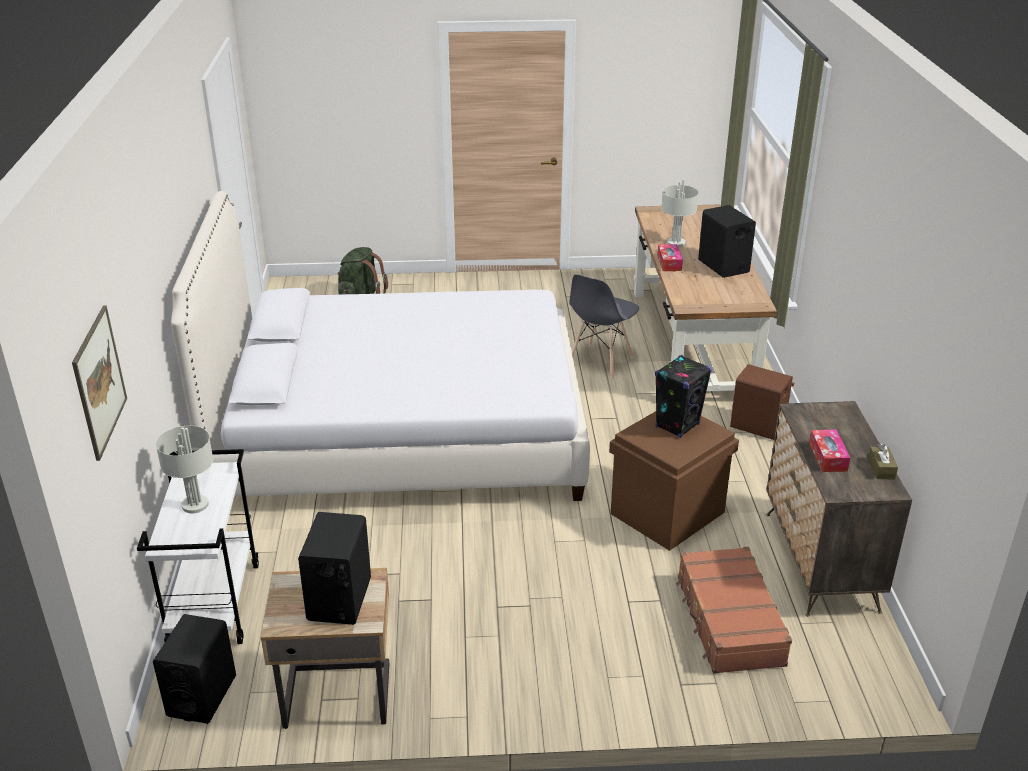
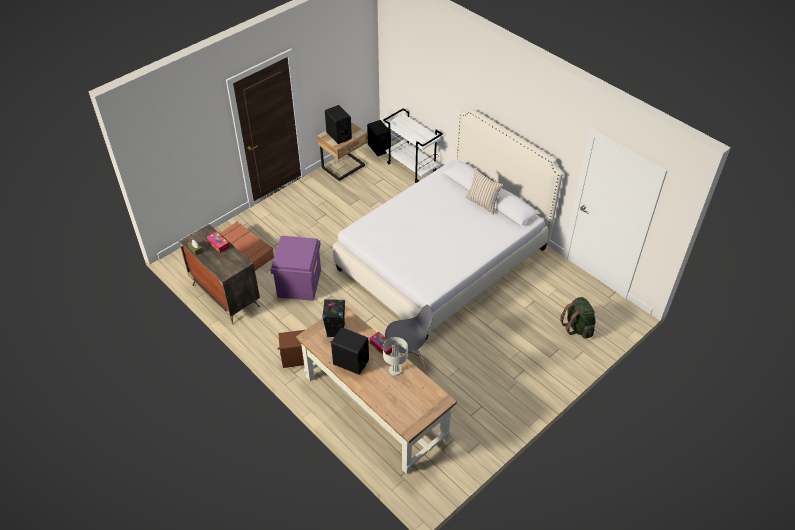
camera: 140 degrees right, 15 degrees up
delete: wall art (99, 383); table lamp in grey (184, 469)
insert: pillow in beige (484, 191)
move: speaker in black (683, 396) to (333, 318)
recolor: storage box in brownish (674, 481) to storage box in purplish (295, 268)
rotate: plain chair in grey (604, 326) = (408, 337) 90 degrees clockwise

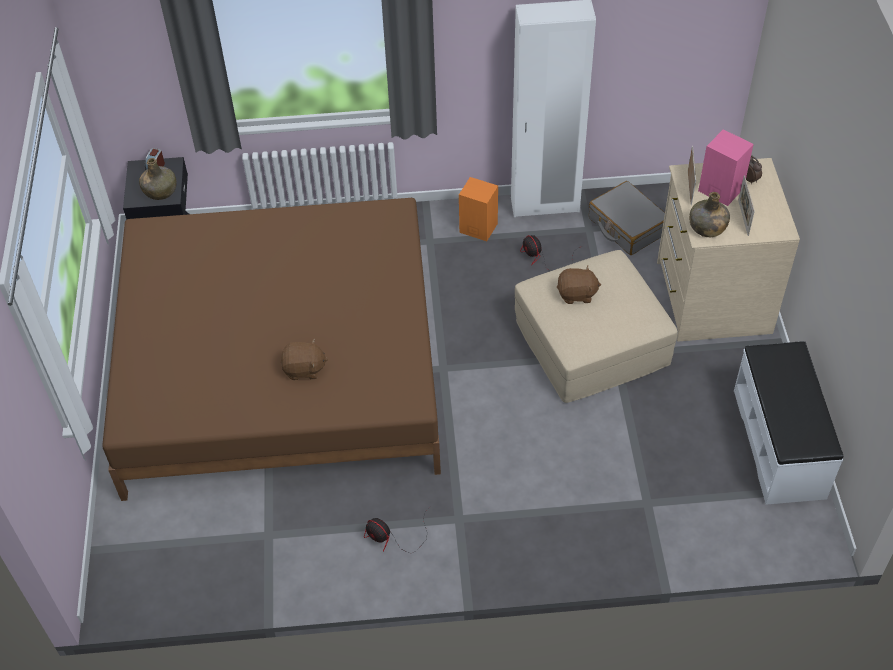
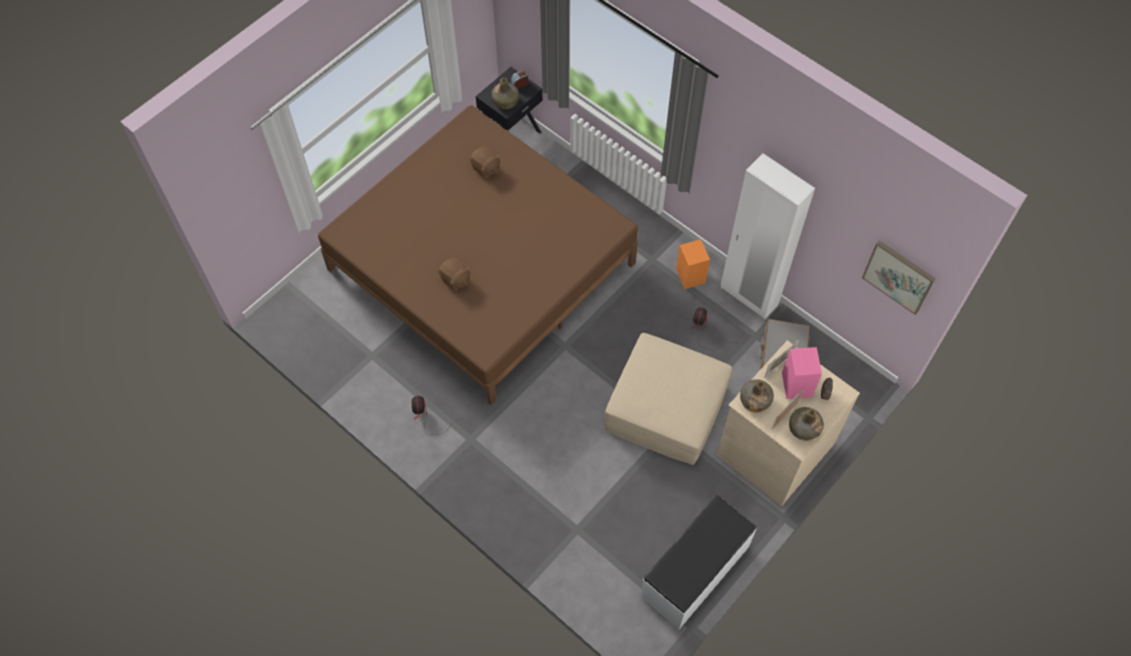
camera: 45 degrees right, 10 degrees up
insert: beverage bottle in greenish (806, 424); wall art (899, 278)
move: cuddly toy in brownish (579, 285) to (485, 163)

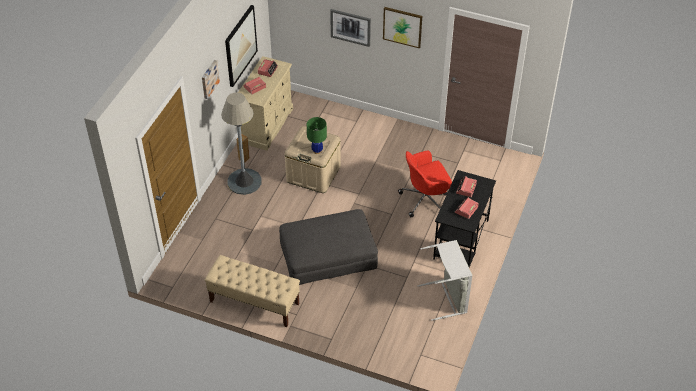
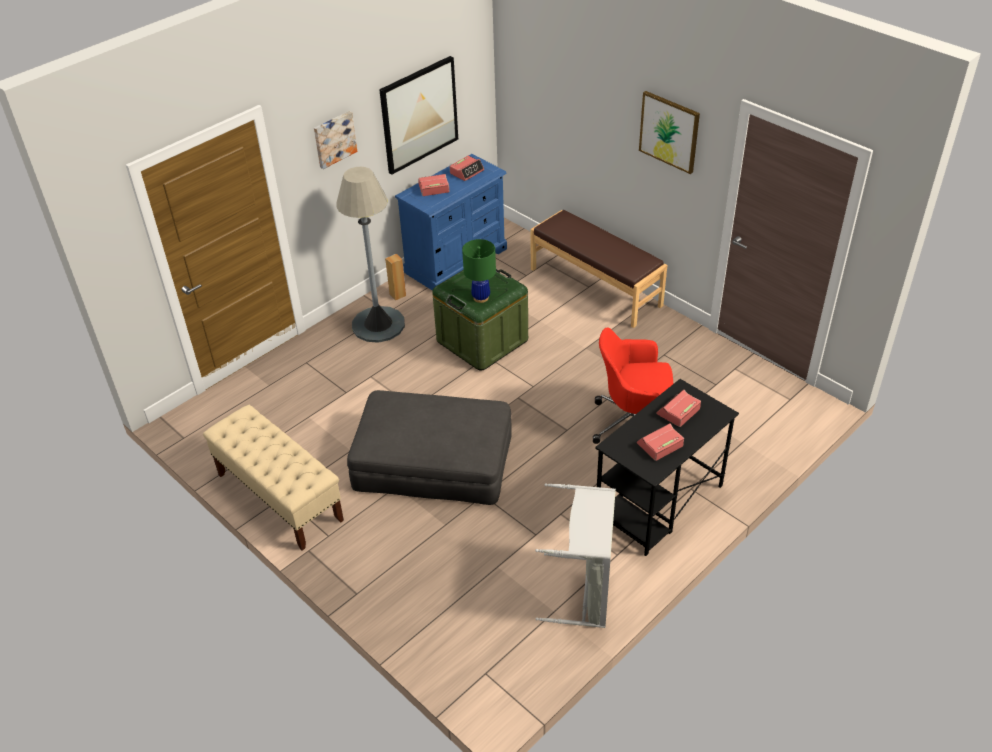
camera: 25 degrees right, 5 degrees down
delete: wall art (350, 28)
insert: bench in brownish (598, 269)
recolor: chest of drawers in beige (265, 103) to chest of drawers in blue (451, 222); storage box in beige (313, 159) to storage box in greenish (480, 319)

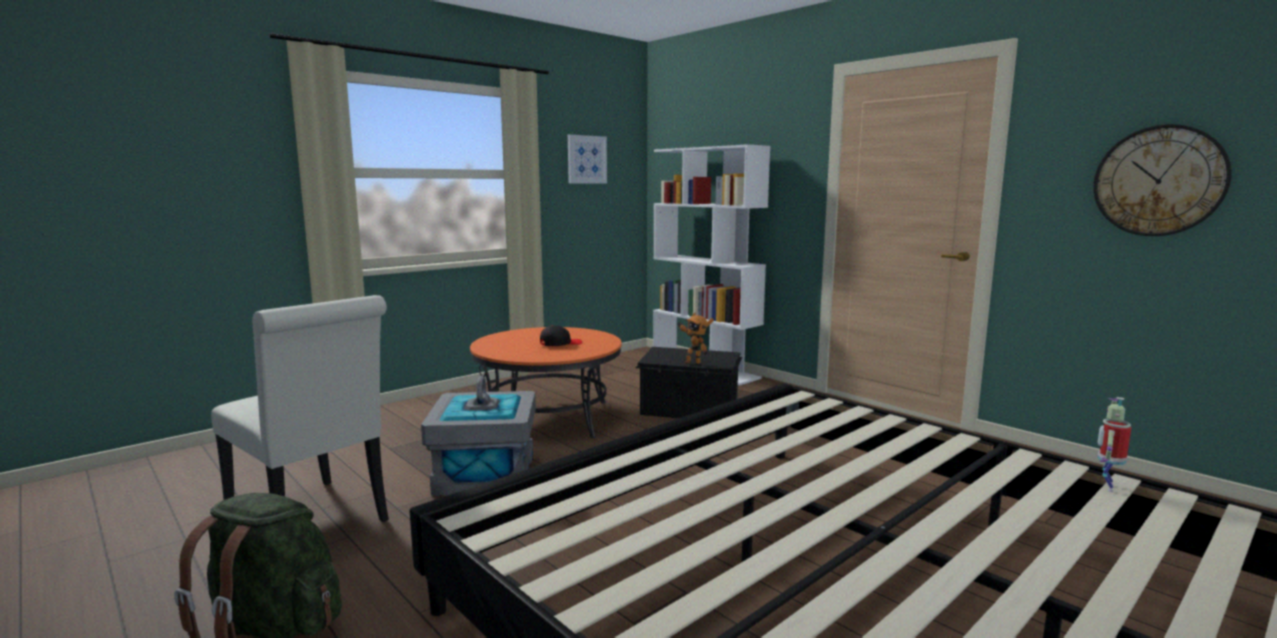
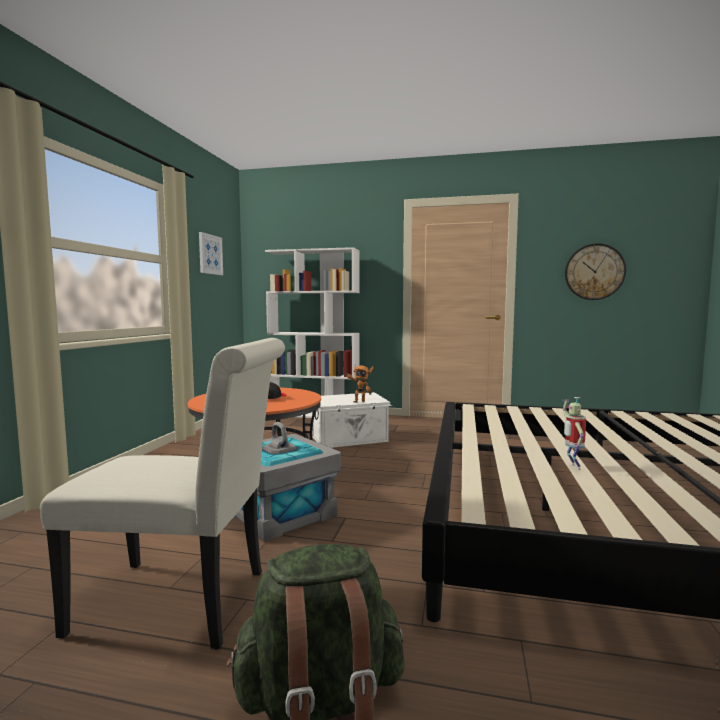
camera: 35 degrees left, 5 degrees down
move: toy robot (1114, 444) to (574, 433)
recolor: storage box in black (688, 382) to storage box in whitish (352, 420)

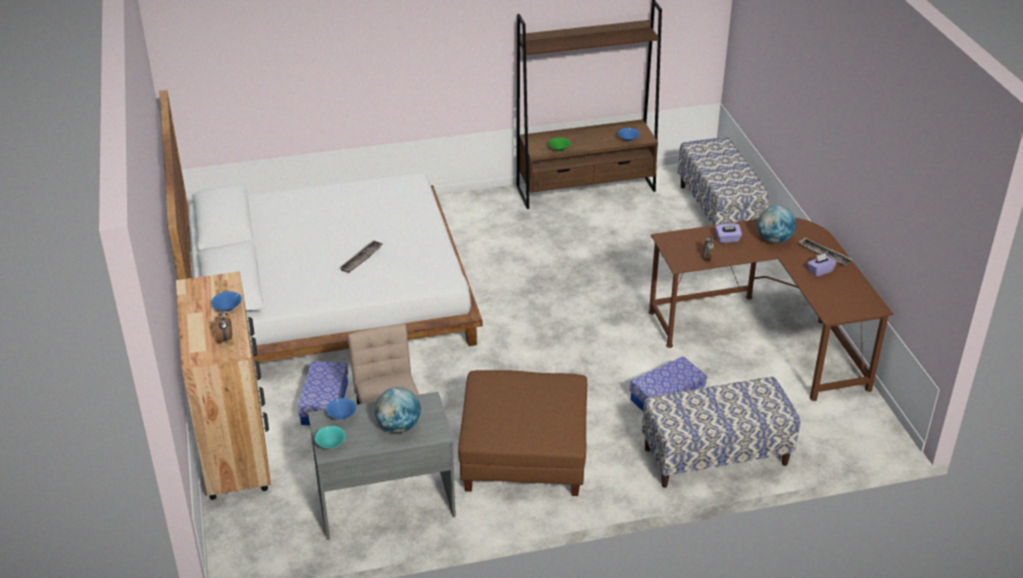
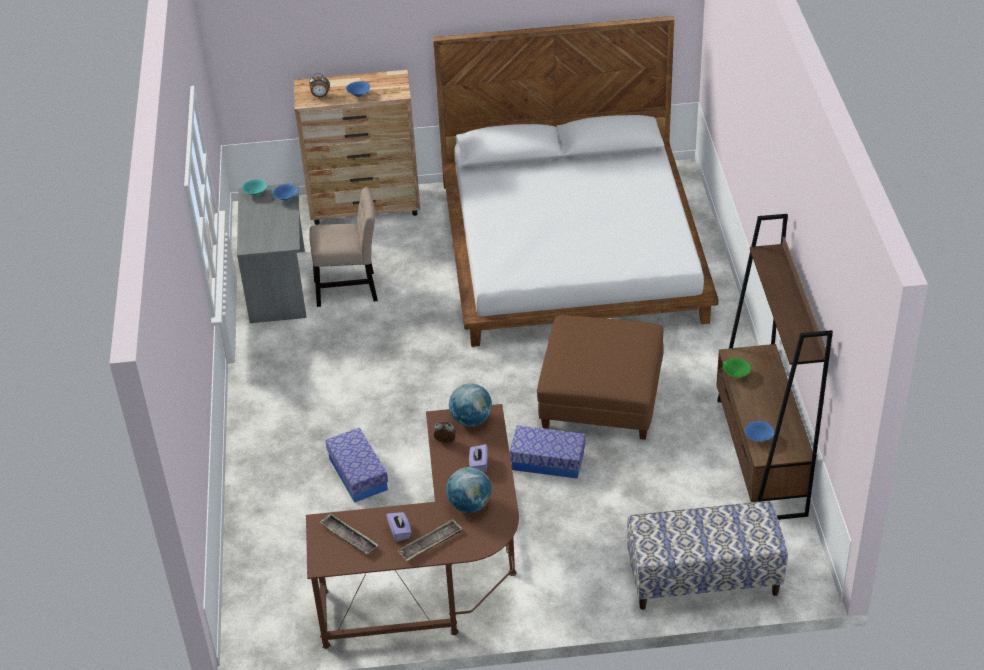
camera: 100 degrees right, 5 degrees up
delete: bench (721, 432)
move: storage box (323, 393) to (547, 452); tray (361, 256) to (348, 533); desk globe (398, 410) to (470, 405); pouffe in brownish (522, 433) to (600, 377)

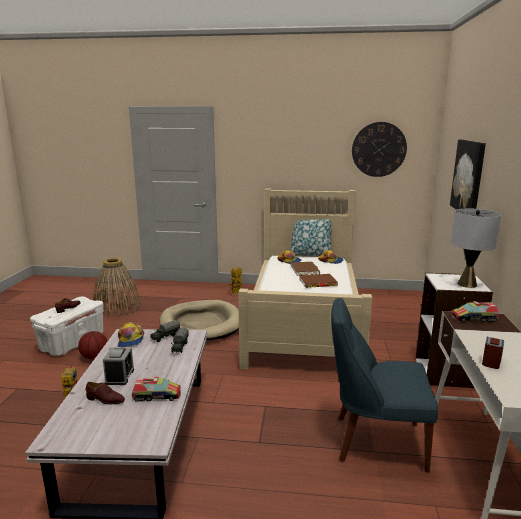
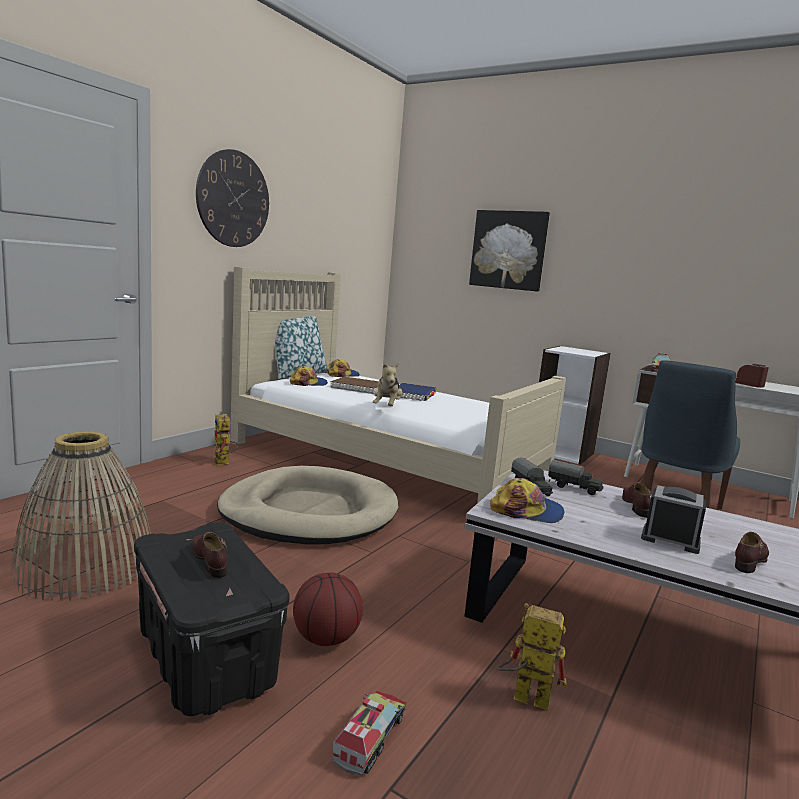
camera: 65 degrees left, 5 degrees down
delete: table lamp in grey (476, 248)
insert: cuddly toy (387, 384); low shoe in brownish (637, 500)
move: toy lorry (156, 389) to (369, 733); wall clock (379, 149) to (232, 198)
recolor: storage box in whitish (67, 326) to storage box in black (212, 619); book in brownish (318, 281) to book in blue (418, 392)

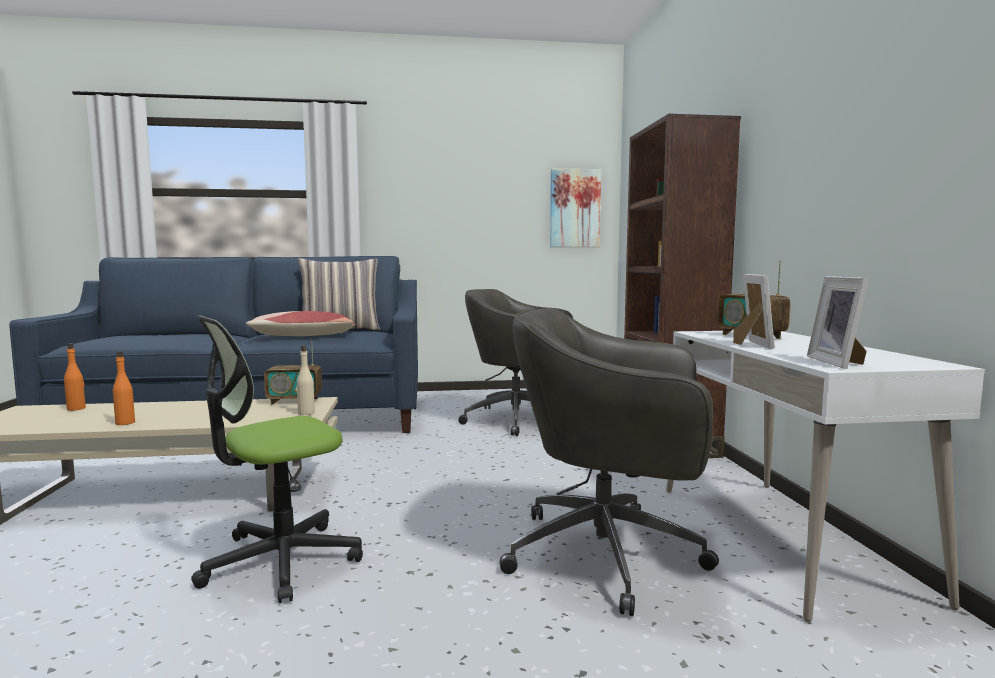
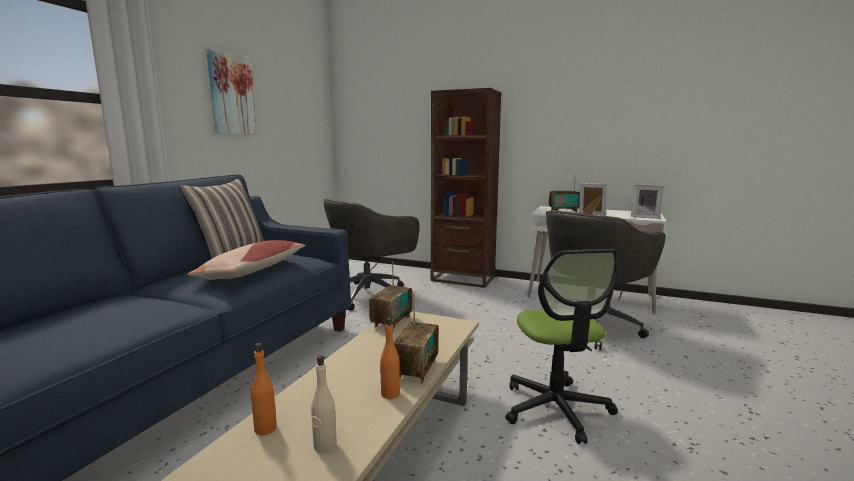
camera: 60 degrees left, 5 degrees up
insert: radio set (416, 338)
move: beverage bottle in beige (305, 380) to (324, 404); wall art (575, 207) to (231, 91)

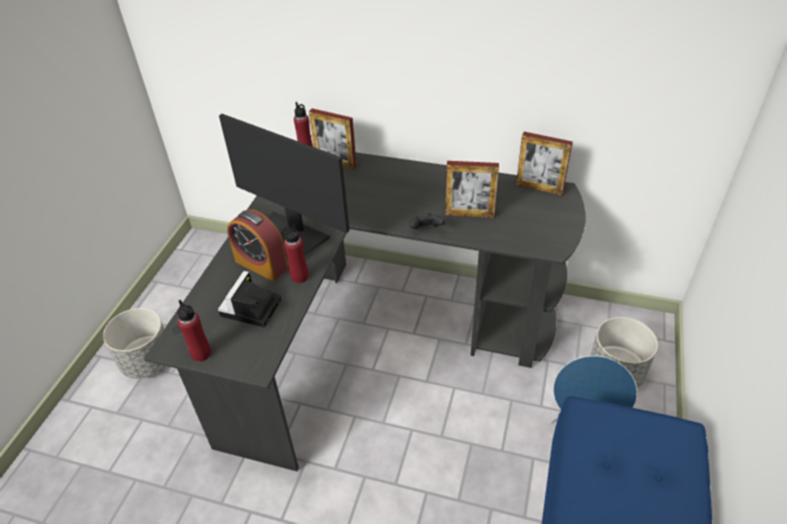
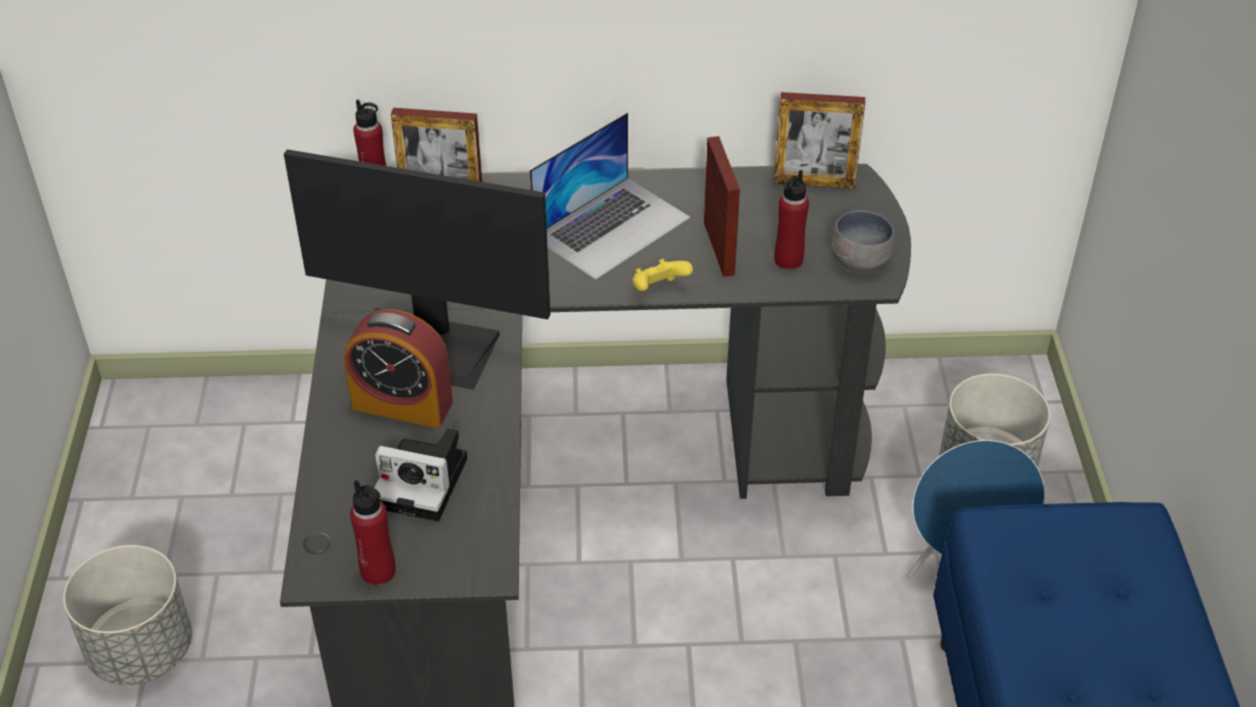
camera: 20 degrees left, 0 degrees up
insert: notebook computer (609, 196); deep dish in grey (863, 240)
move: beverage bottle in red-coloured (295, 253) to (791, 219)
recolor: joypad in black (427, 221) to joypad in yellow-coloured (662, 275)
rotate: photo camera (250, 299) = (420, 474) 75 degrees counterclockwise; photo frame (472, 189) = (722, 206) 90 degrees counterclockwise

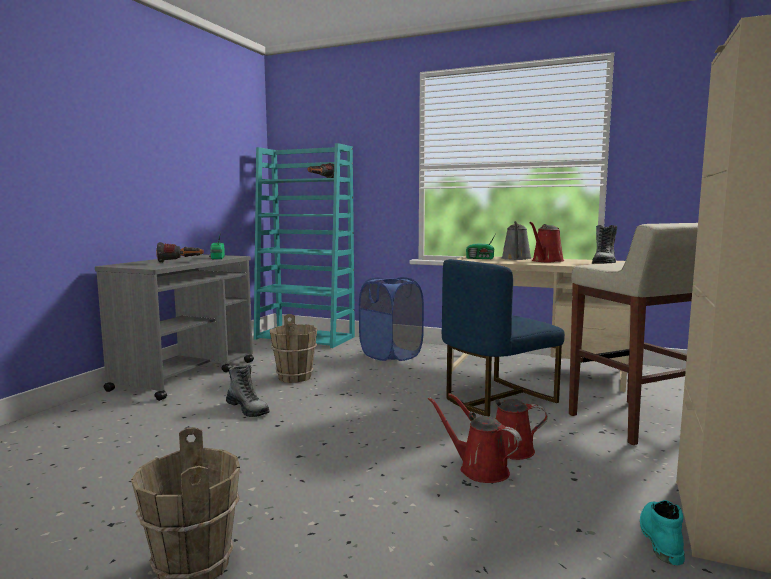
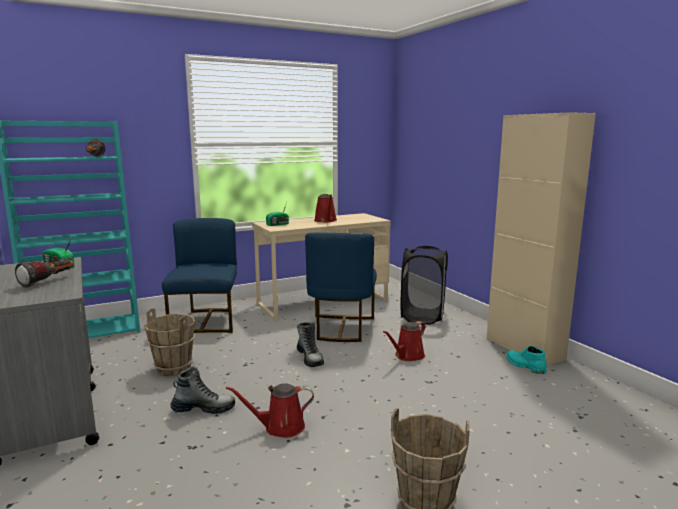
camera: 50 degrees left, 5 degrees up
delete: sprinkling can in grey (517, 240)
move: sprinkling can in red-coloured (475, 440) to (270, 410); high-top boot (604, 244) to (310, 344)
replace: hamper in blue (391, 319) to plain chair in blue (199, 275); sitting stool in beige (633, 334) to hamper in black (424, 285)

